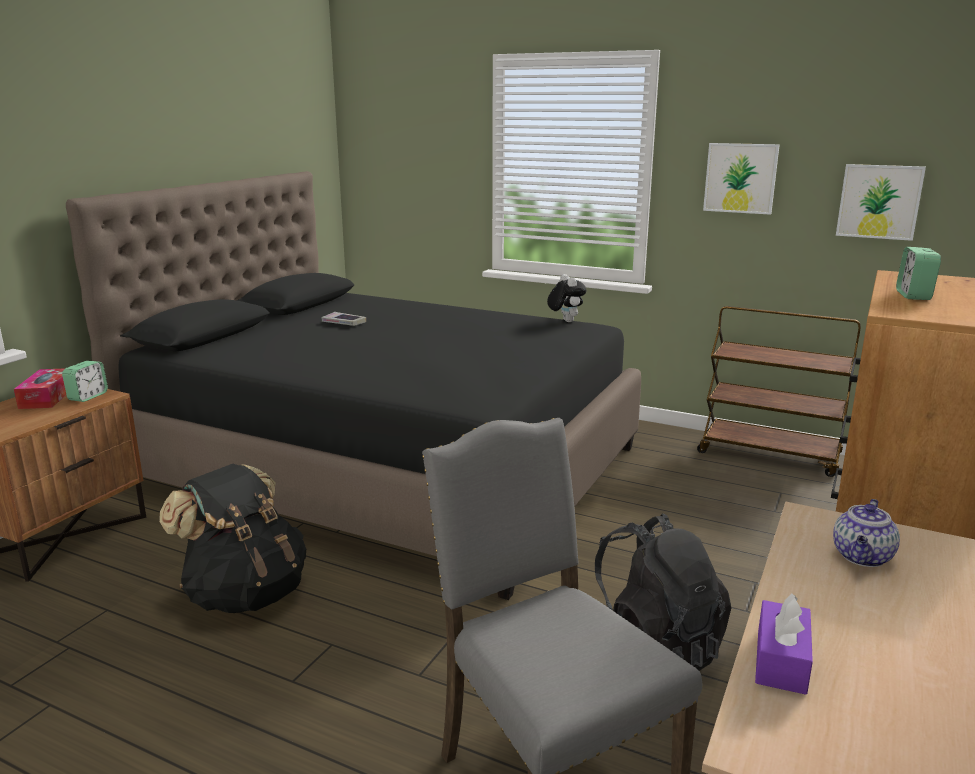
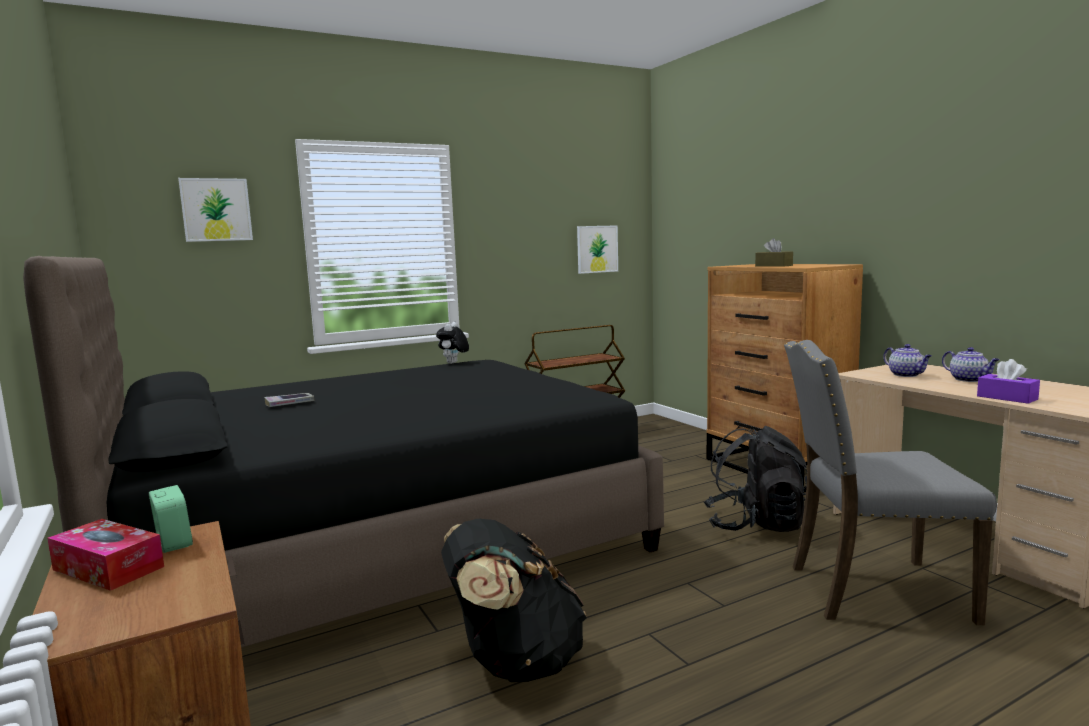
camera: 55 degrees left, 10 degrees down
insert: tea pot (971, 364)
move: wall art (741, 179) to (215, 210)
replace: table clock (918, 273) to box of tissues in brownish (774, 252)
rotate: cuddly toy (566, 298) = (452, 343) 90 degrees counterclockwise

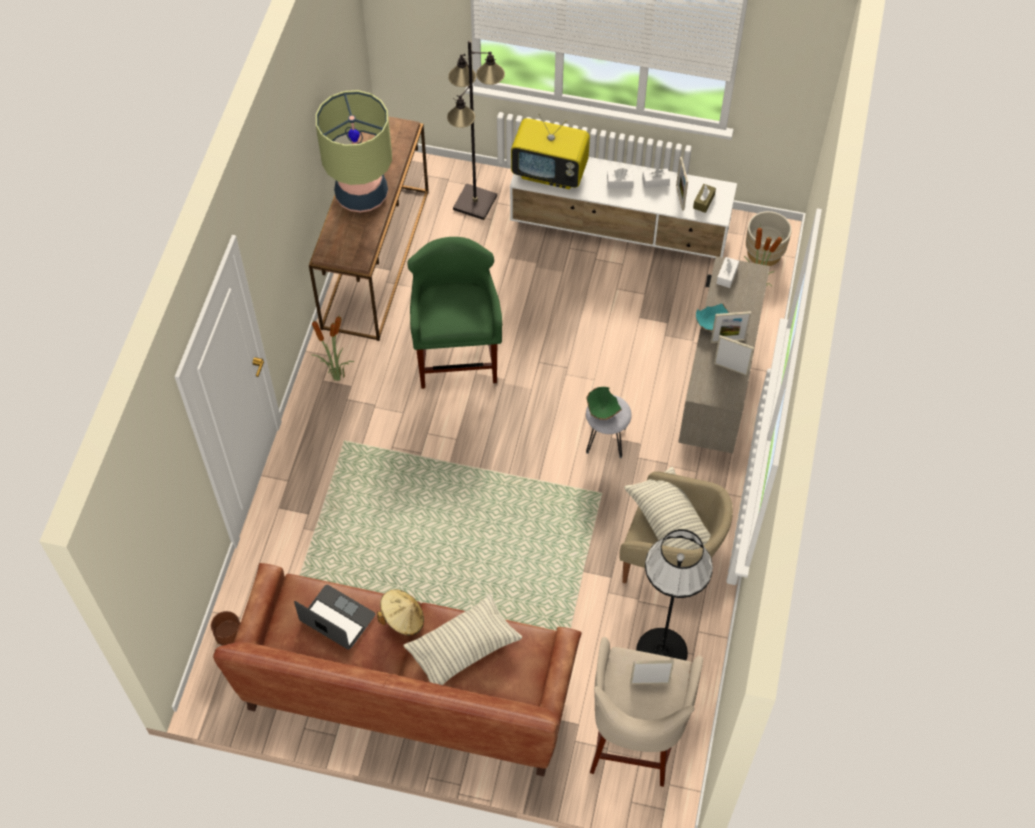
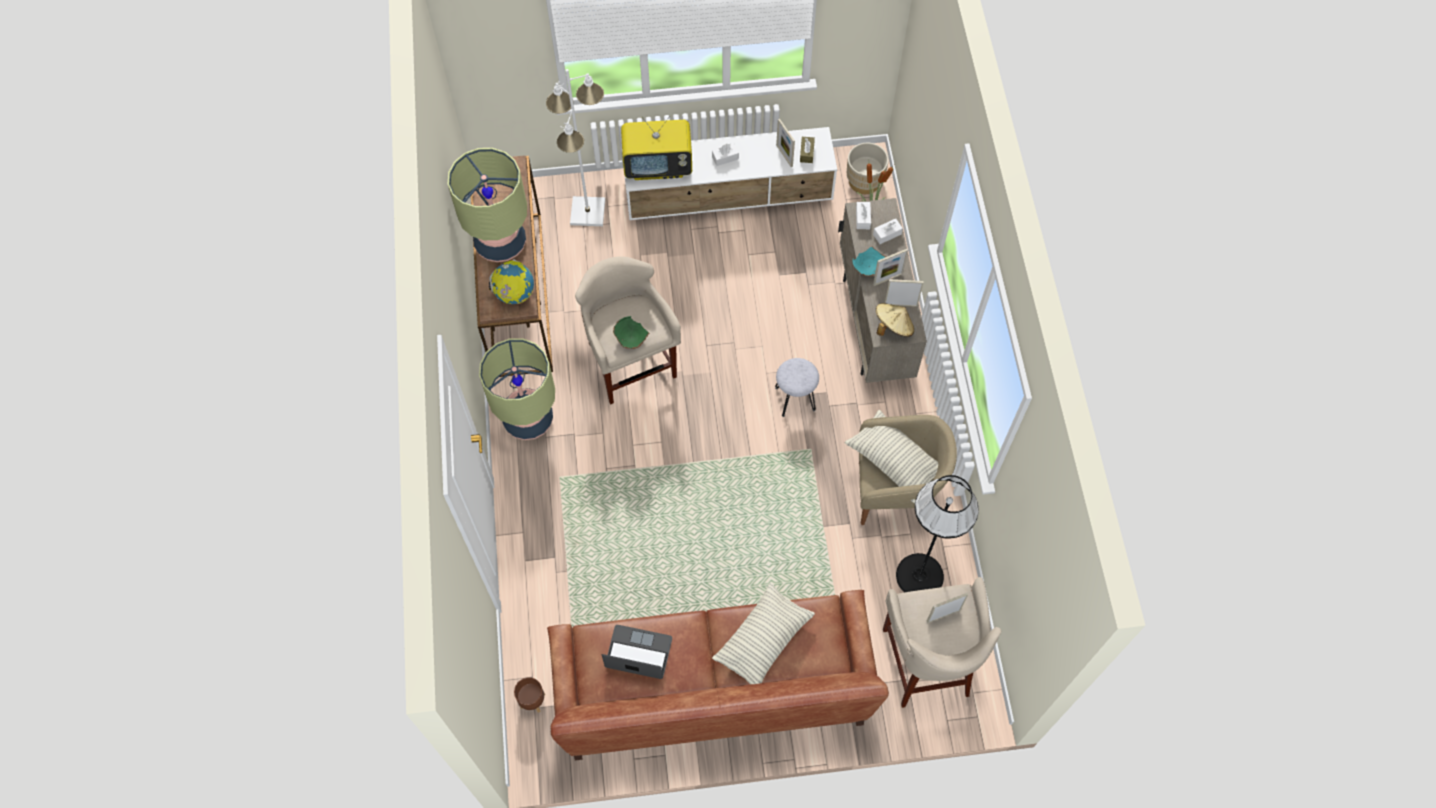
camera: 20 degrees left, 5 degrees up
insert: desk globe (511, 281)
move: wearable hat in beige (400, 613) to (895, 320); deep dish in greenish (604, 403) to (631, 332); box of tissues in whitish (656, 178) to (888, 231)
replace: houseplant (332, 348) to table lamp (517, 389)
recolor: sitting stool in greenish (455, 313) to sitting stool in beige (628, 330); standing lamp in black (476, 130) to standing lamp in whitish (575, 147)

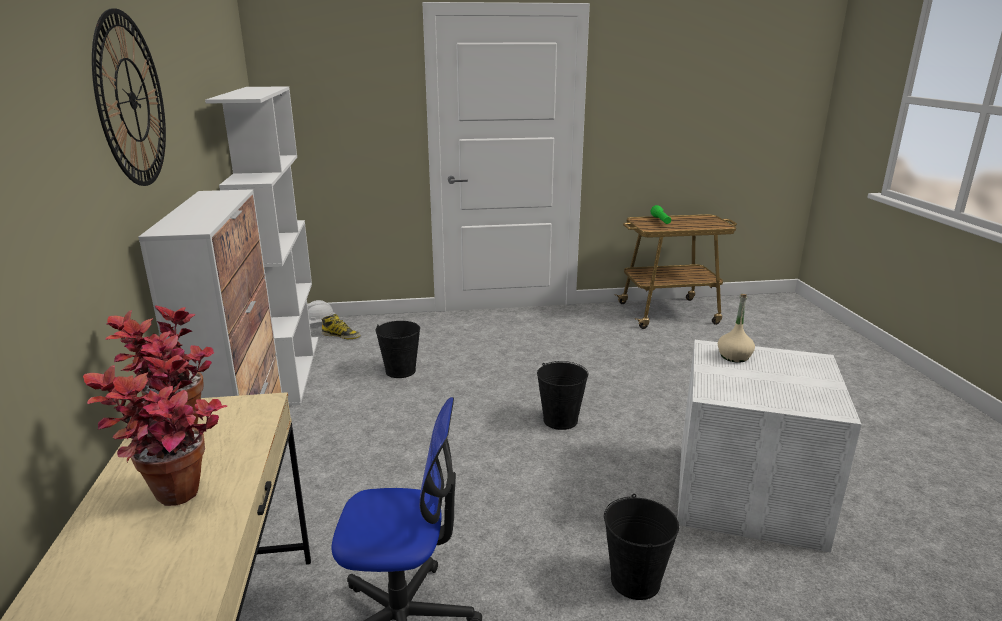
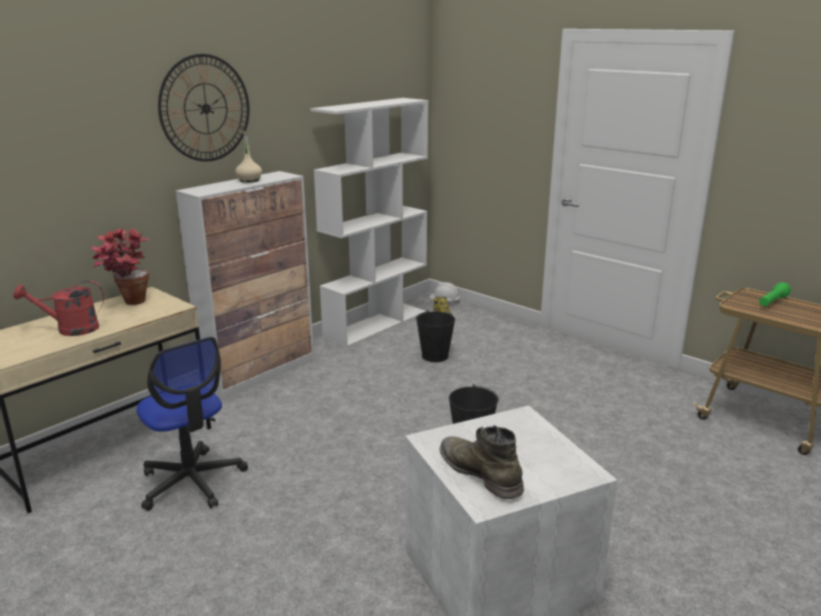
camera: 50 degrees right, 0 degrees up
delete: bucket in black (641, 547)
insert: high-top boot in greenish (481, 462)
move: beverage bottle in beige (736, 328) to (248, 156)
replace: houseplant (155, 430) to sprinkling can in red-coloured (58, 308)

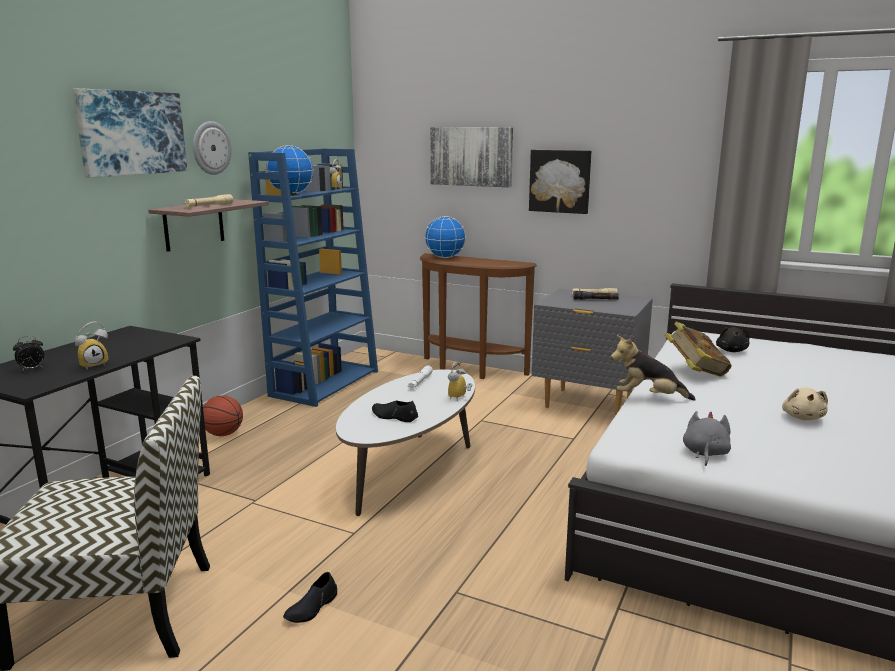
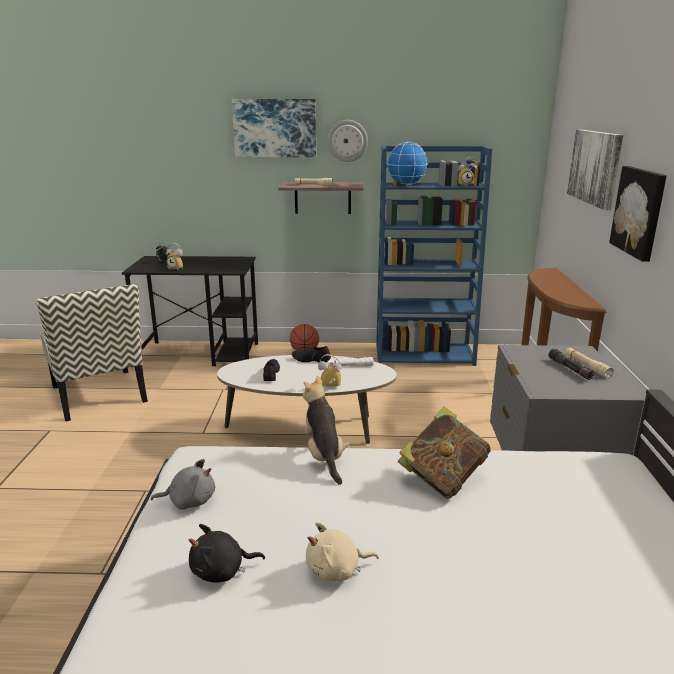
camera: 65 degrees right, 5 degrees up
delete: desk globe (445, 237)
move: low shoe in black (310, 597) to (311, 354); cuddly toy in black (733, 339) to (227, 553)

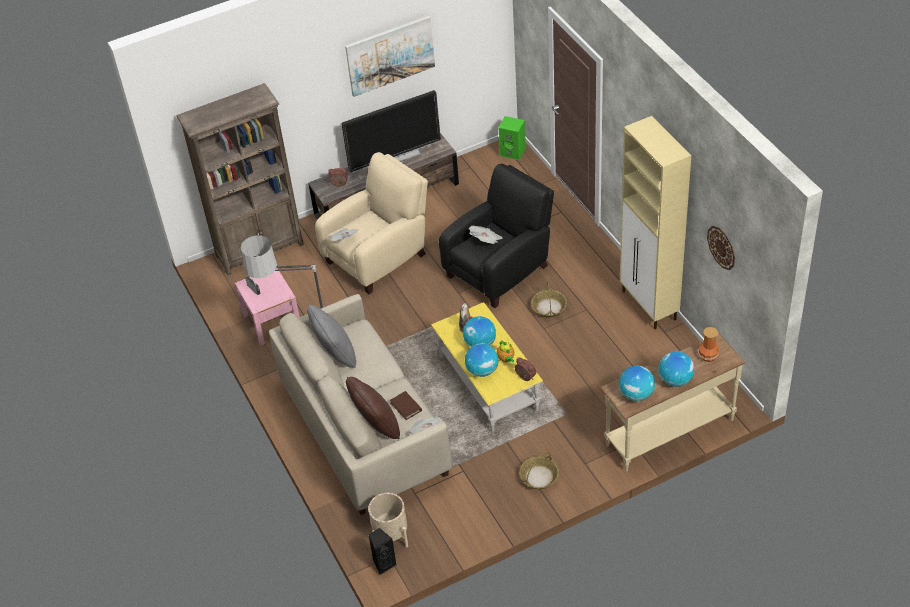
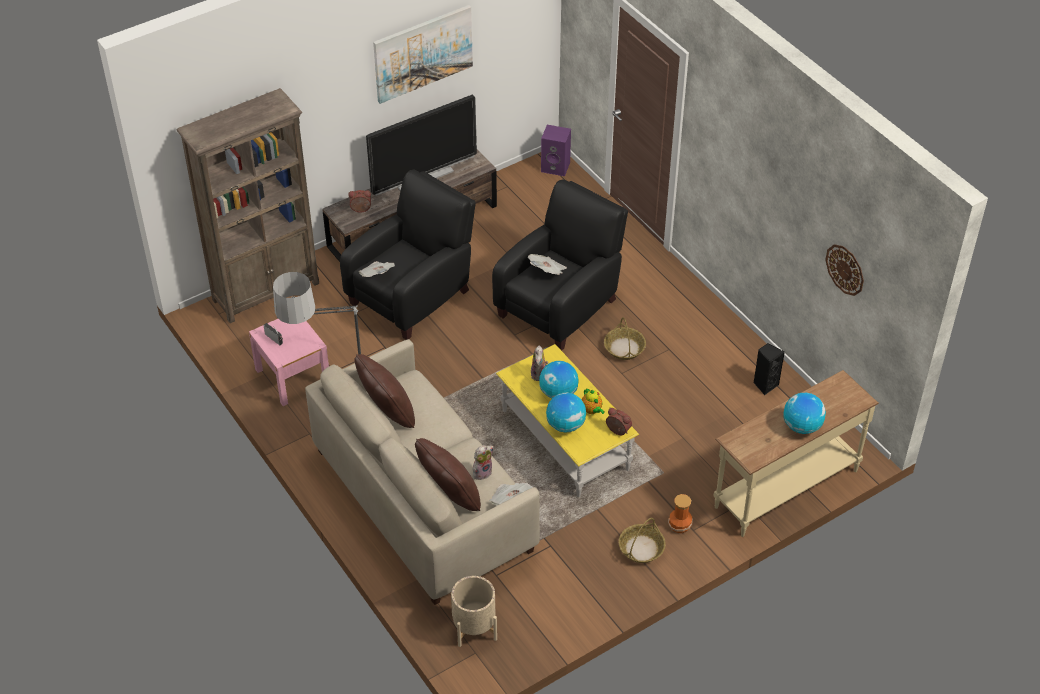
camera: 10 degrees left, 0 degrees up
delete: desk globe (637, 383); cupboard in beige (655, 222)
move: speaker in black (382, 551) to (769, 369); flower vase (709, 344) to (680, 513)
replace: book in brownish (406, 405) to cuddly toy (483, 462)
recolor: pillow in grey (331, 336) to pillow in brownish (385, 391); easy chair in beige (371, 223) to easy chair in black (408, 254); speaker in greenish (512, 138) to speaker in purplish (556, 150)

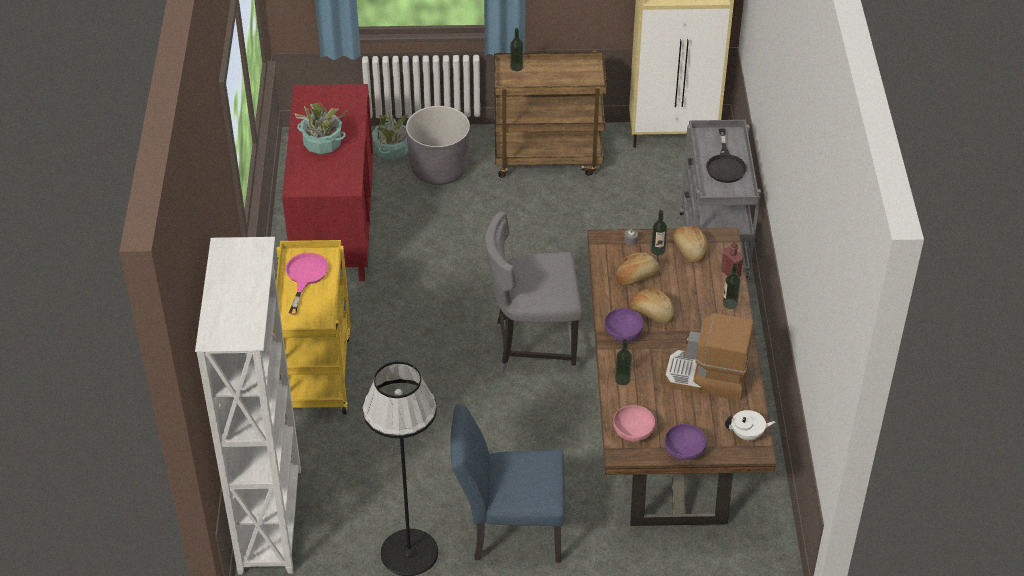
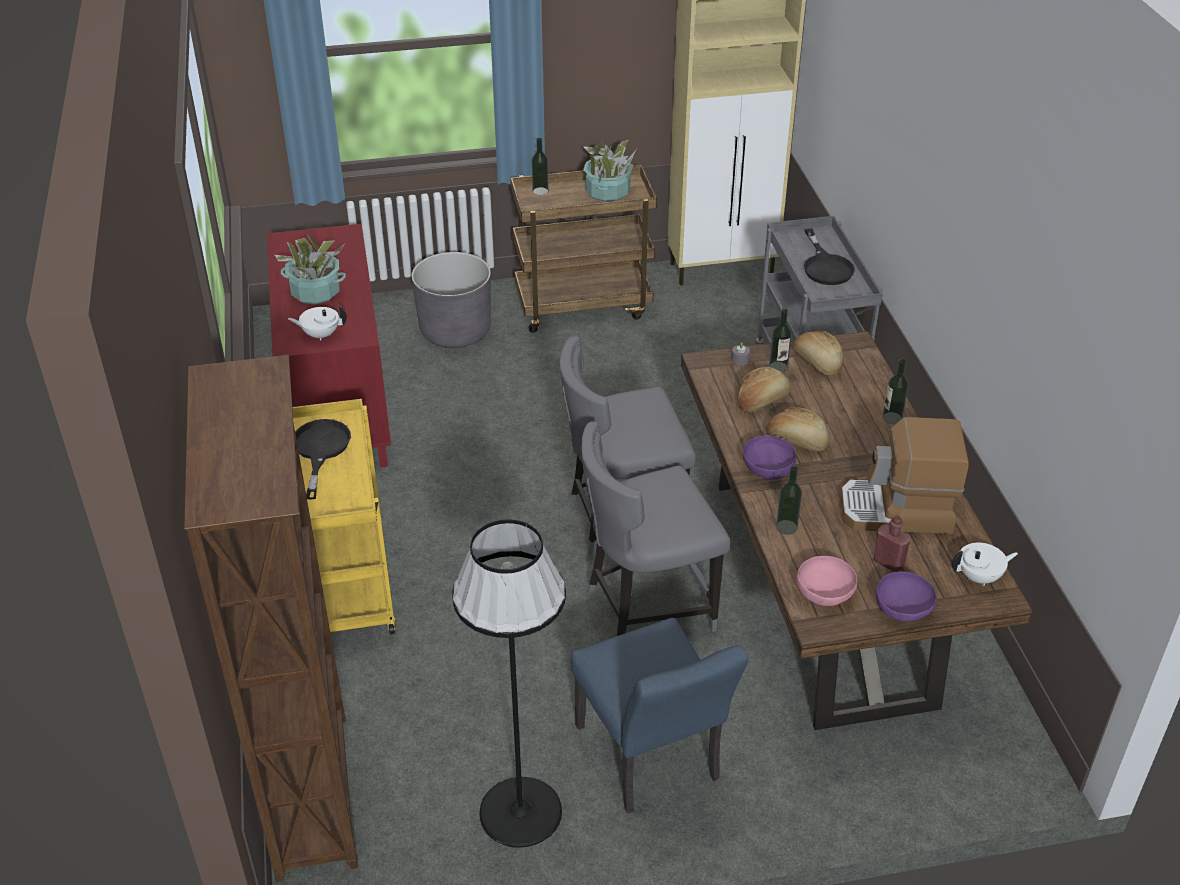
camera: 10 degrees left, 5 degrees down
insert: tea pot in whitish (317, 323); plain chair in grey (655, 528)
move: houseplant (390, 135) to (609, 171); beverage bottle in red-coloured (732, 259) to (892, 543)
recolor: shelving unit in whitish (248, 406) to shelving unit in brownish (271, 618); skillet in pinkish (307, 284) to skillet in black (323, 459)
rotate: plain chair in blue (507, 484) = (660, 716) 105 degrees counterclockwise

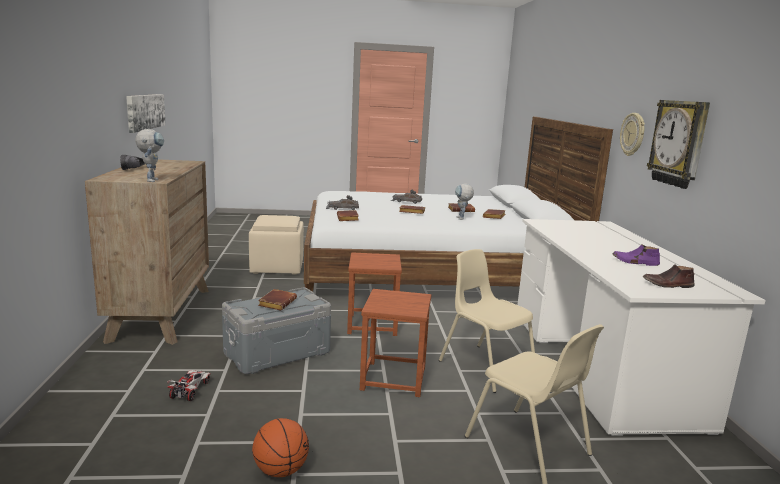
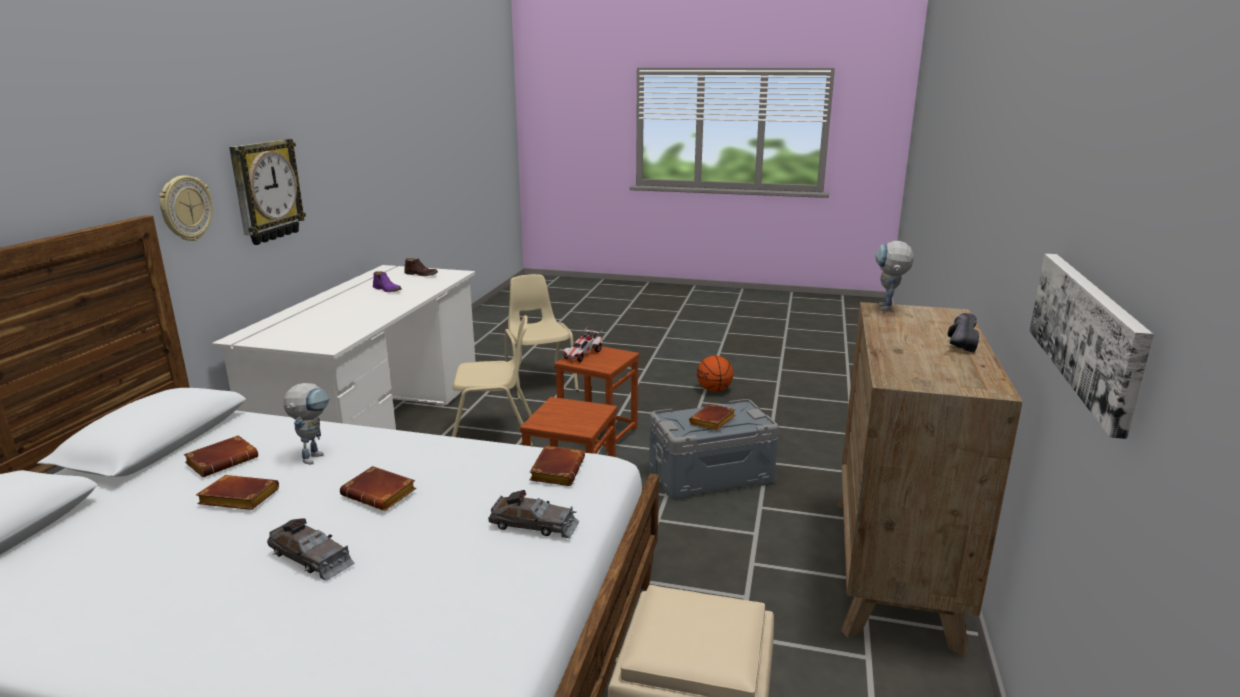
camera: 160 degrees left, 5 degrees up
move: model car (189, 385) to (583, 344)
rotate: plain chair in beige (487, 321) = (492, 380) 75 degrees counterclockwise

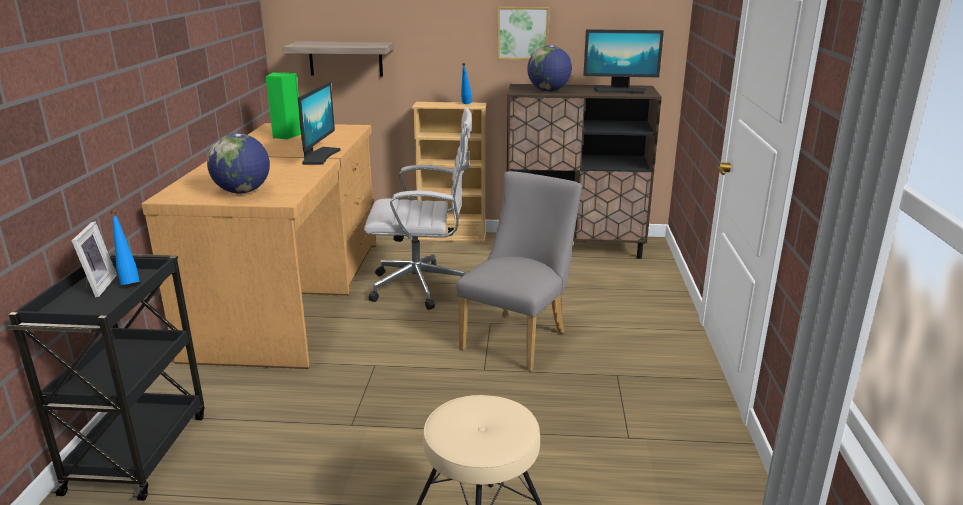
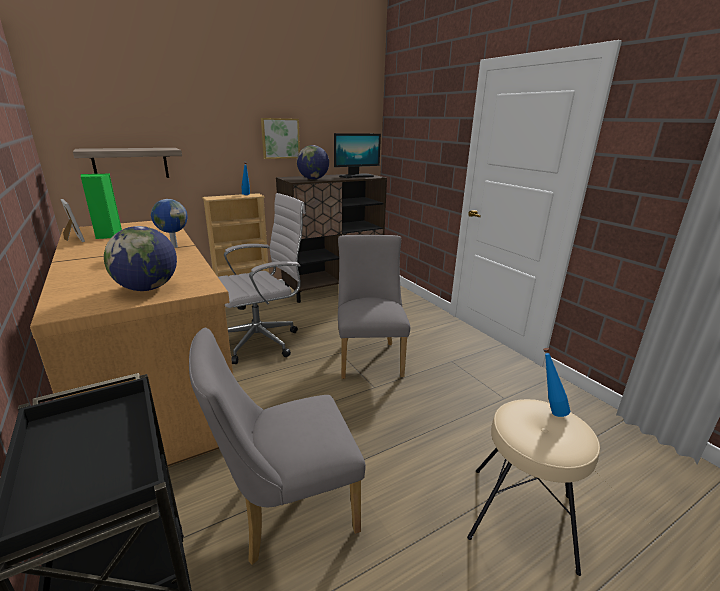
camera: 35 degrees left, 0 degrees up
insert: plain chair in grey (277, 446)
move: photo frame (94, 259) to (72, 220); beverage bottle in blue (125, 247) to (557, 382)
replace: monitor (319, 123) to desk globe (169, 223)

